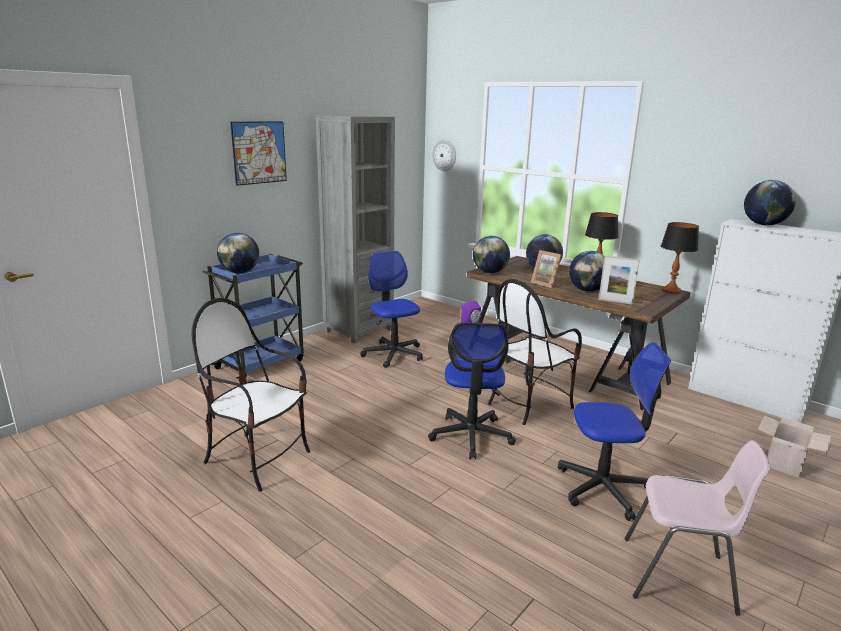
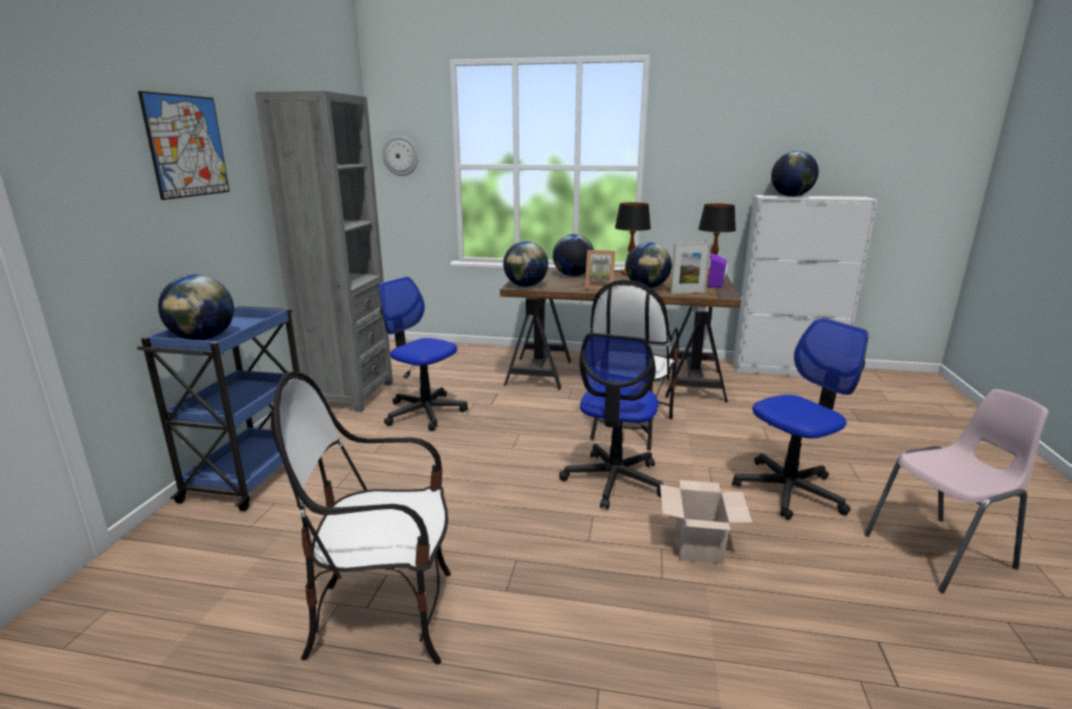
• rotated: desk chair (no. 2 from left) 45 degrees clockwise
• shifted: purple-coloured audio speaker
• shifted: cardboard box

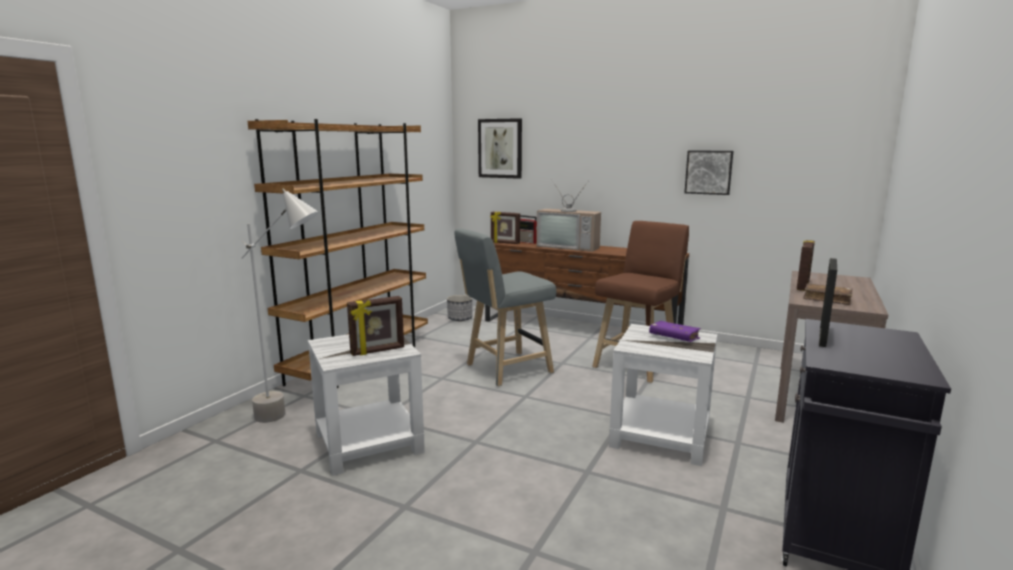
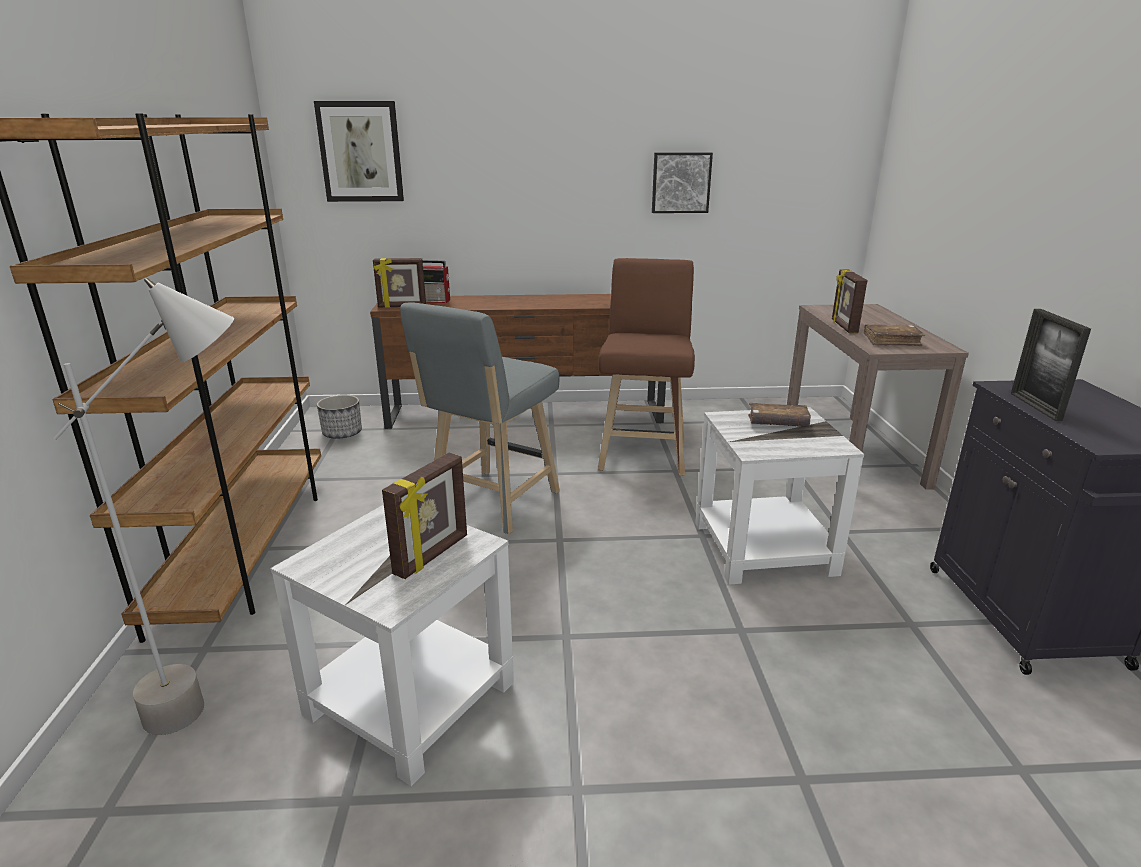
• gone: TV set
• repainted: purple-coloured bound book to brownish bound book (no. 1 from left)

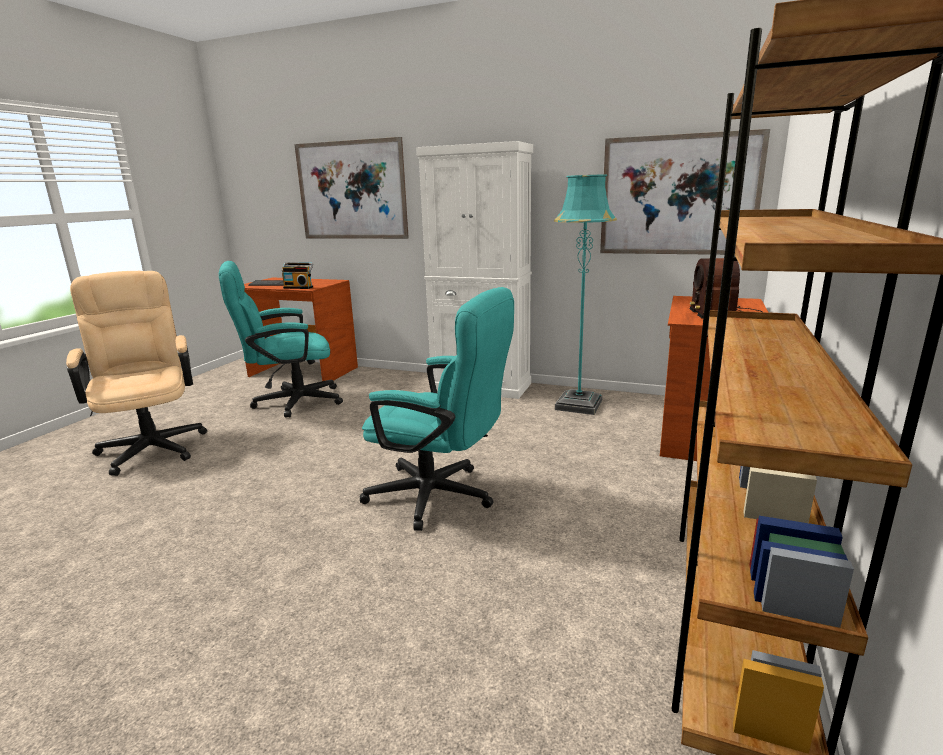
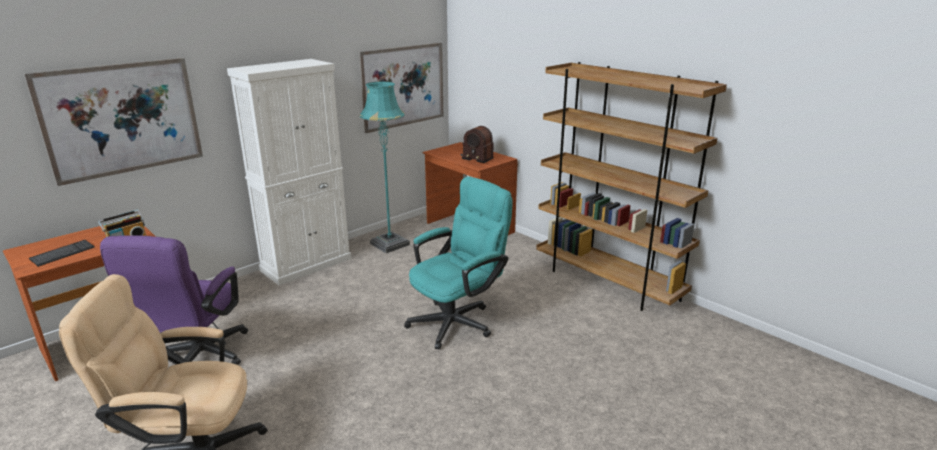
• repainted: turquoise-coloured desk chair (no. 1 from left) to purple-coloured desk chair

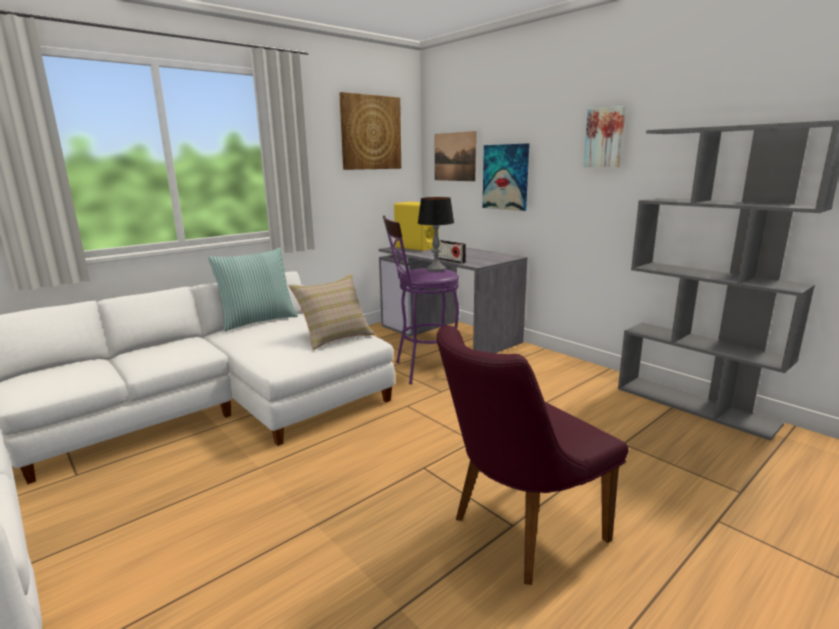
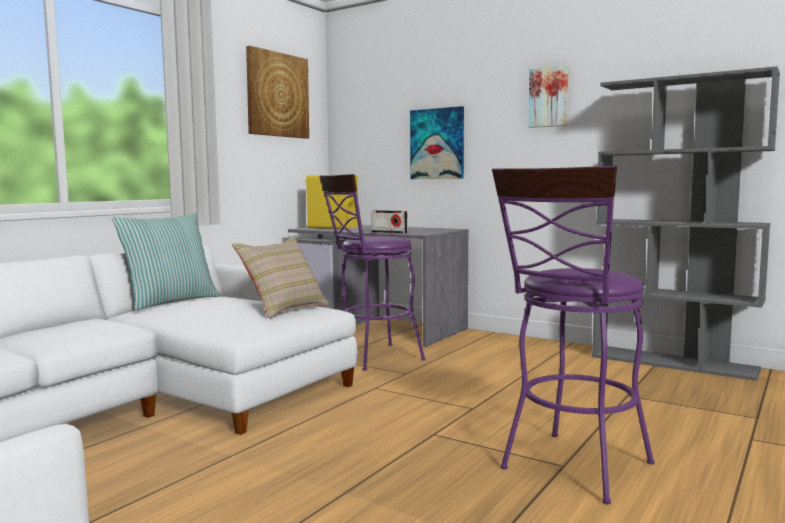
• gone: table lamp
• gone: picture (no. 2 from left)
• swapped: purple-coloured upright chair to purple-coloured stool seat (no. 2 from left)

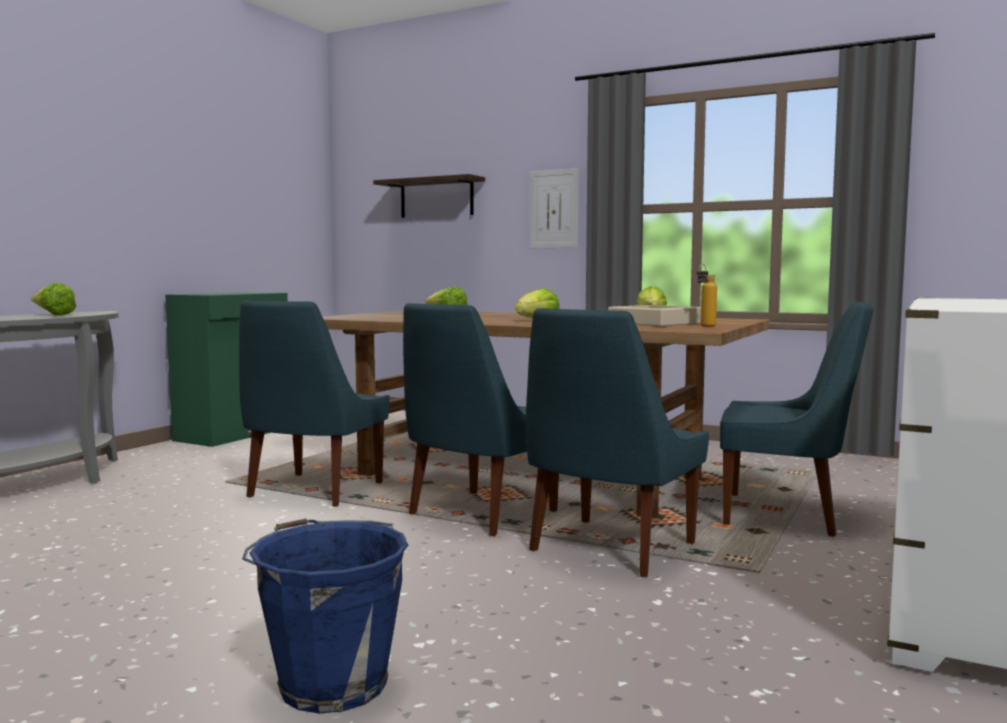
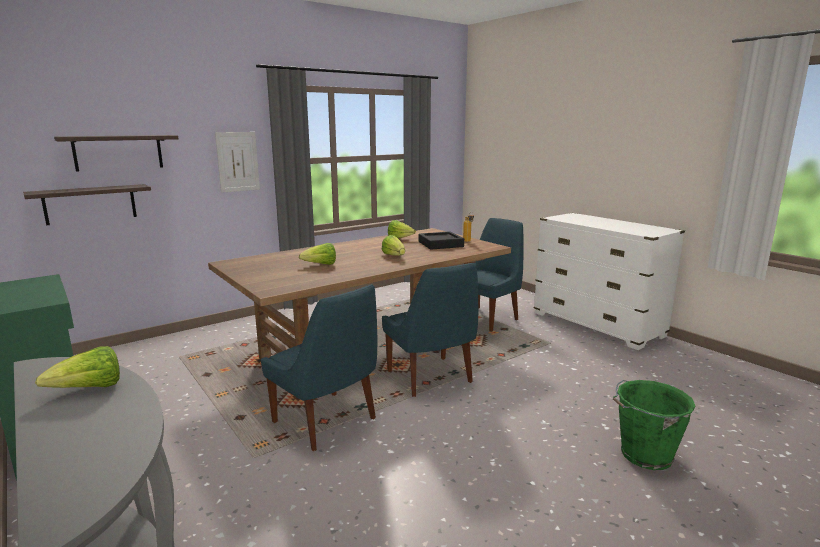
• repainted: bluish bucket to green bucket
• gone: bluish upright chair (no. 3 from left)
• repainted: beige-coloured serving tray to blackish serving tray
• new: shelf (no. 1 from left)

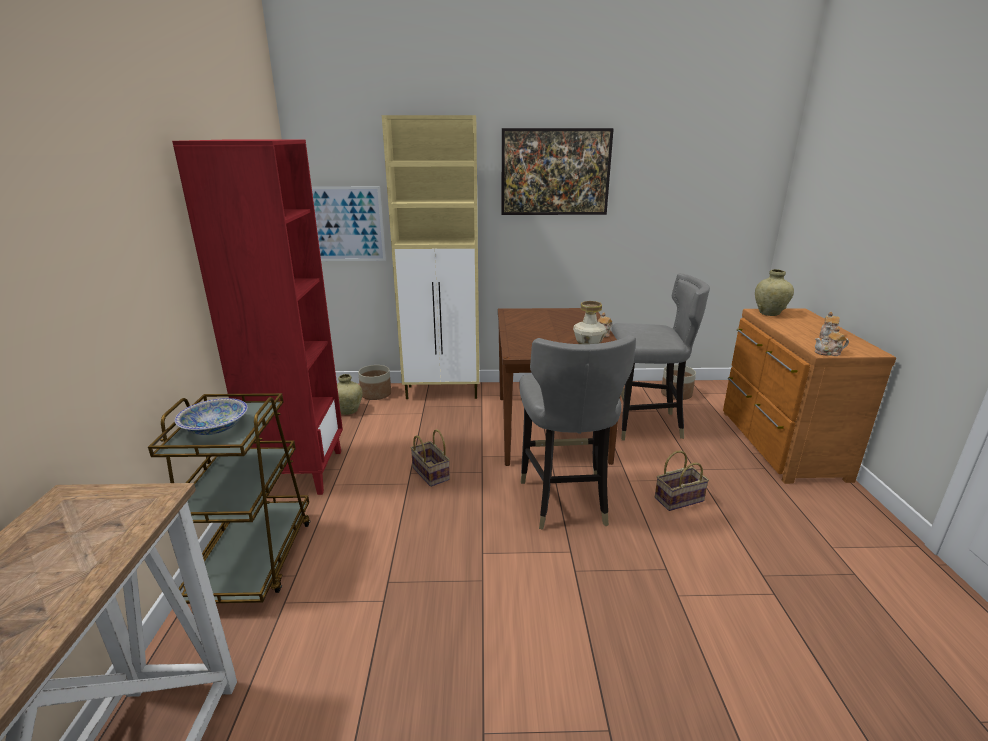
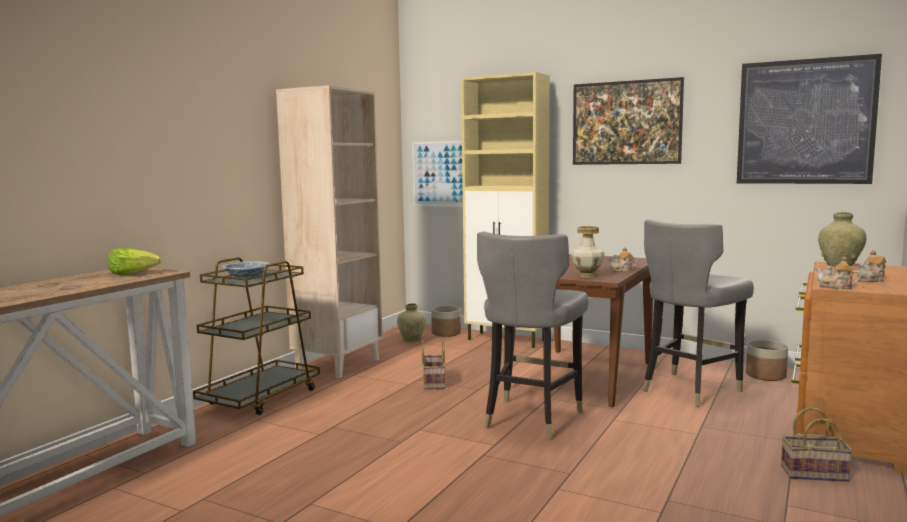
• repainted: red bookcase to beige-coloured bookcase
• rotated: gray upright chair (no. 2 from left) 105 degrees clockwise
• shifted: household basket (no. 2 from left)
• new: head of lettuce
• new: picture (no. 3 from left)

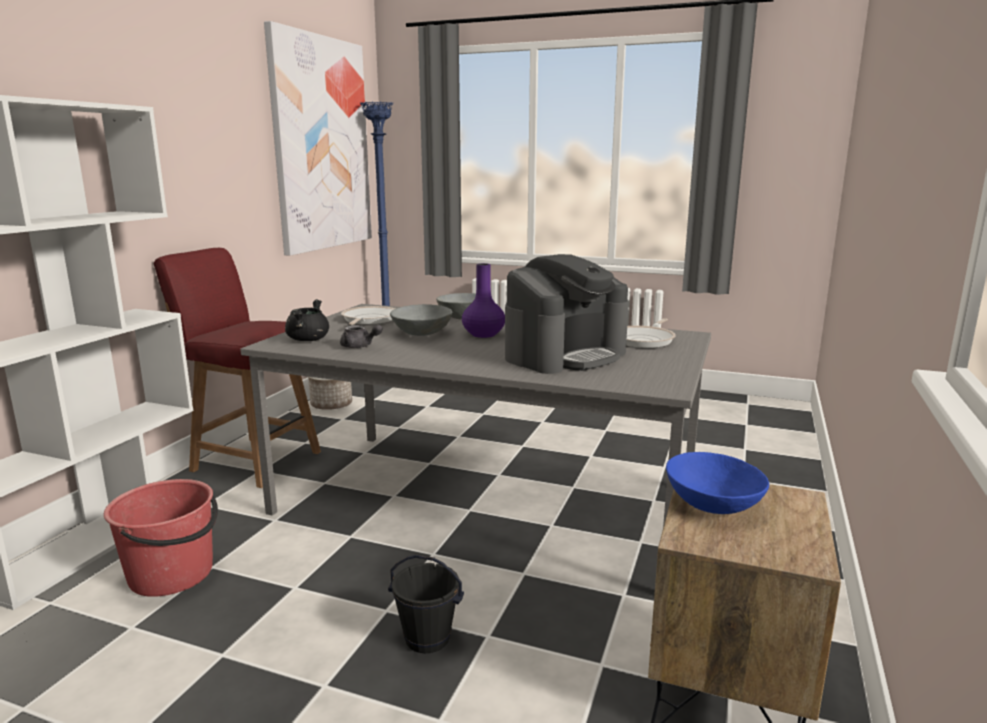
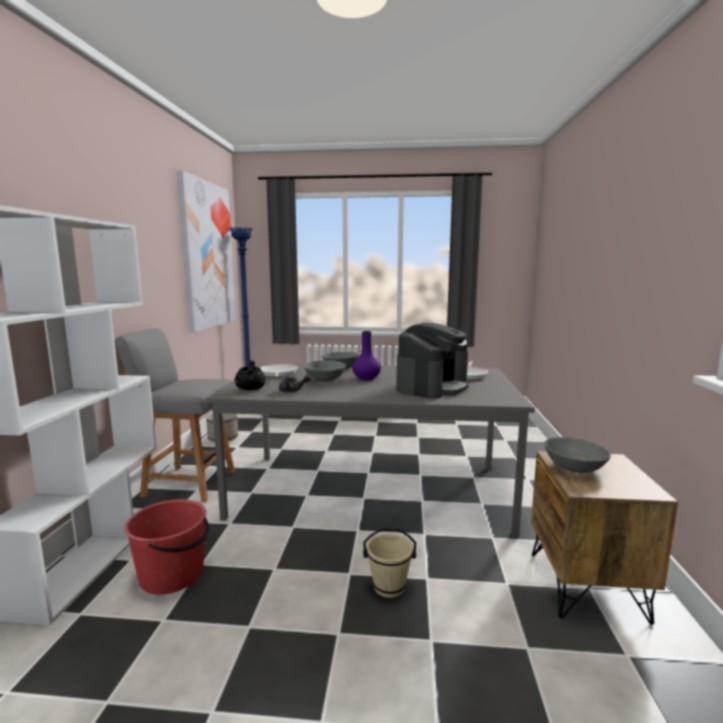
• repainted: red upright chair to gray upright chair
• repainted: blackish bucket to beige-coloured bucket
• repainted: bluish serving bowl to gray serving bowl (no. 3 from left)

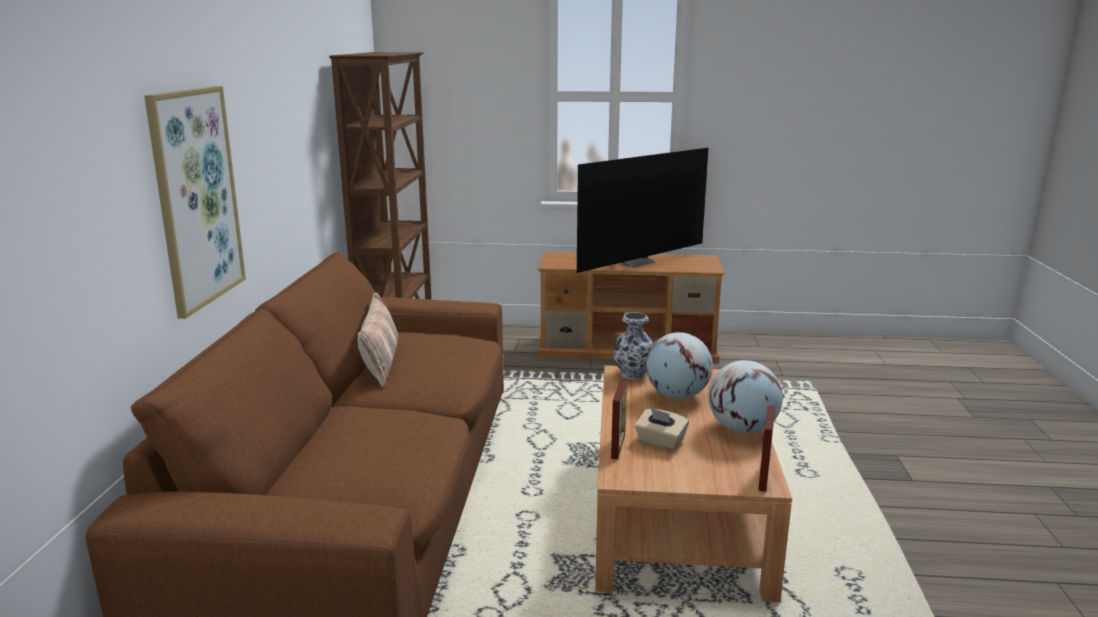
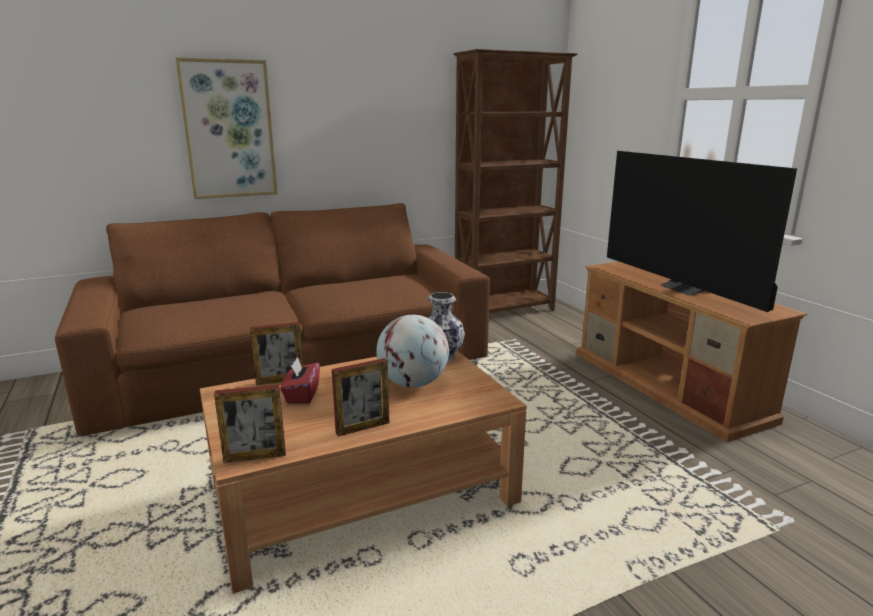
• gone: pillow
• rotated: TV set 45 degrees clockwise
• repainted: beige-coloured box of tissues to red box of tissues
• swapped: desk globe (no. 2 from left) to picture frame (no. 3 from left)

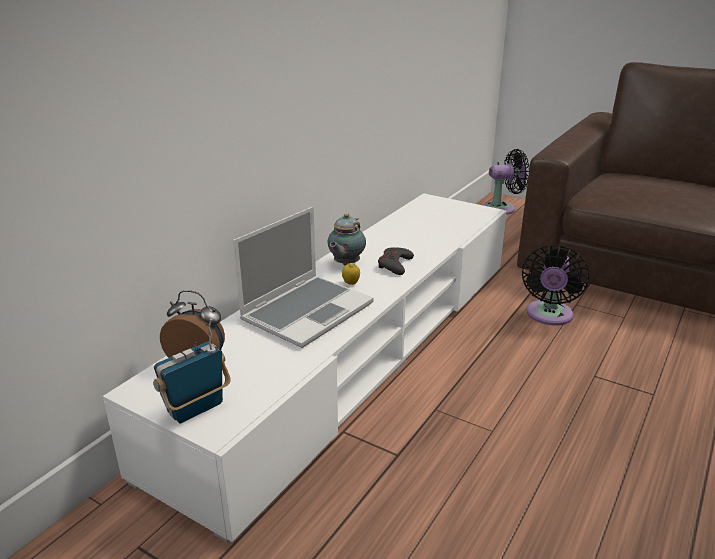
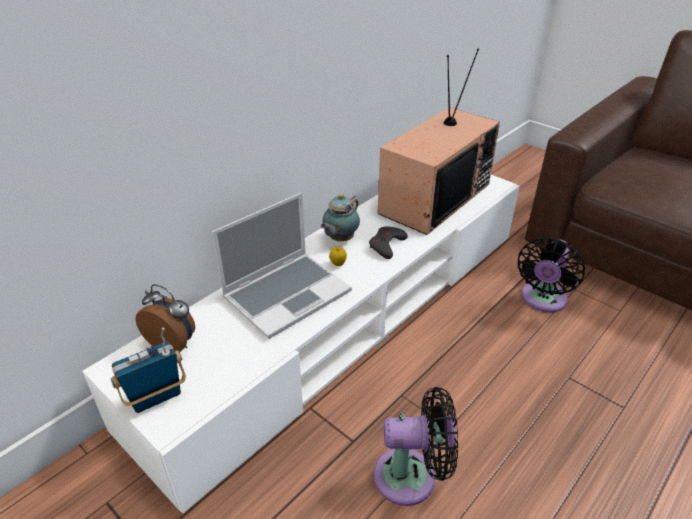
• shifted: blackish electric fan (no. 1 from left)
• new: TV set

